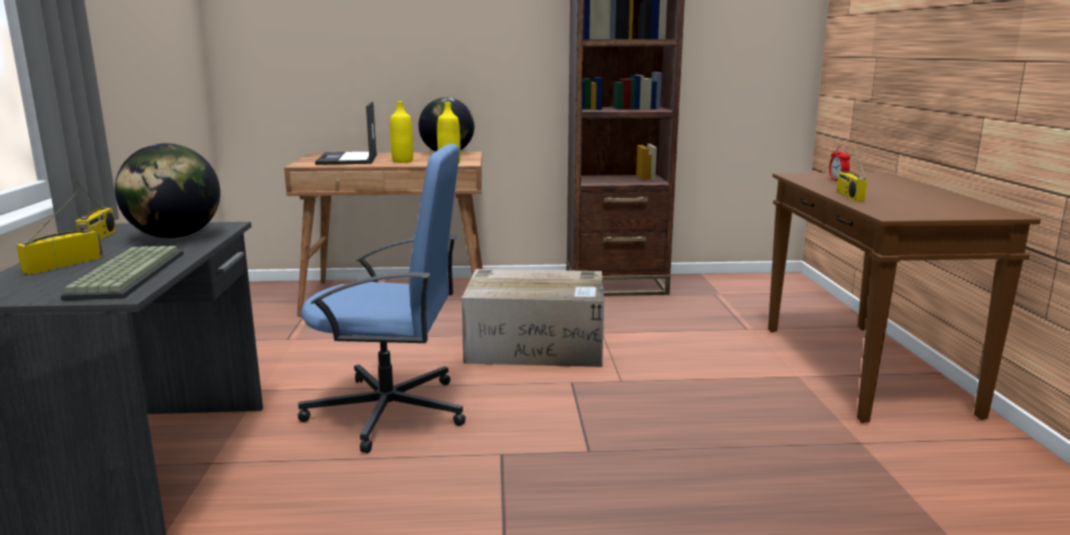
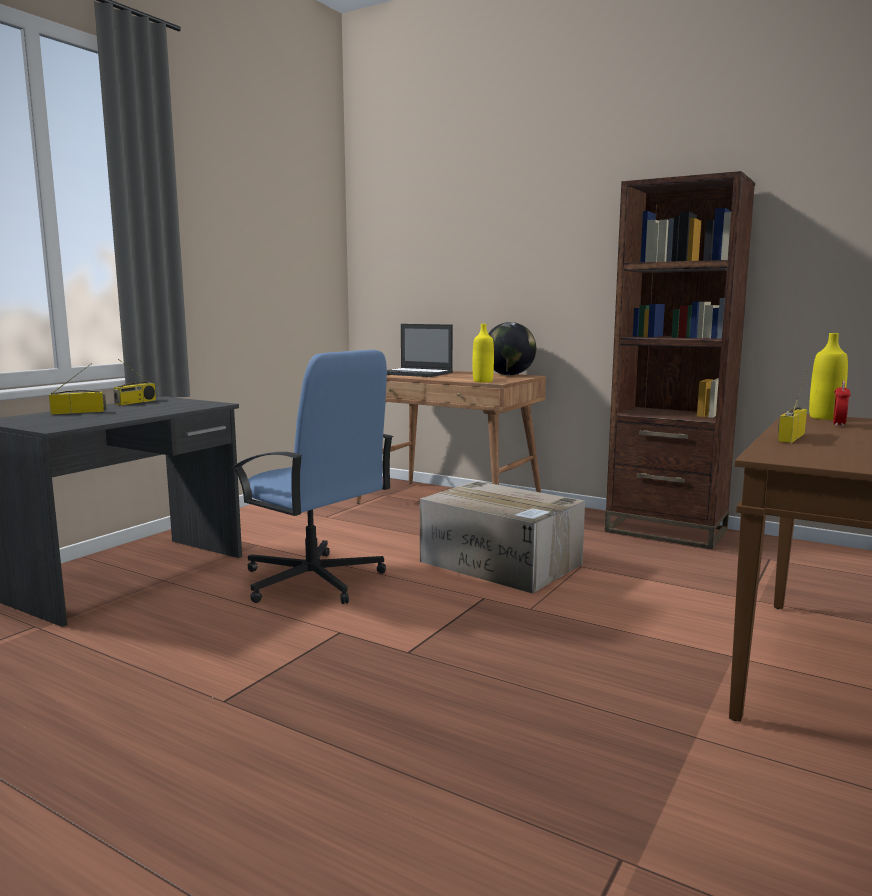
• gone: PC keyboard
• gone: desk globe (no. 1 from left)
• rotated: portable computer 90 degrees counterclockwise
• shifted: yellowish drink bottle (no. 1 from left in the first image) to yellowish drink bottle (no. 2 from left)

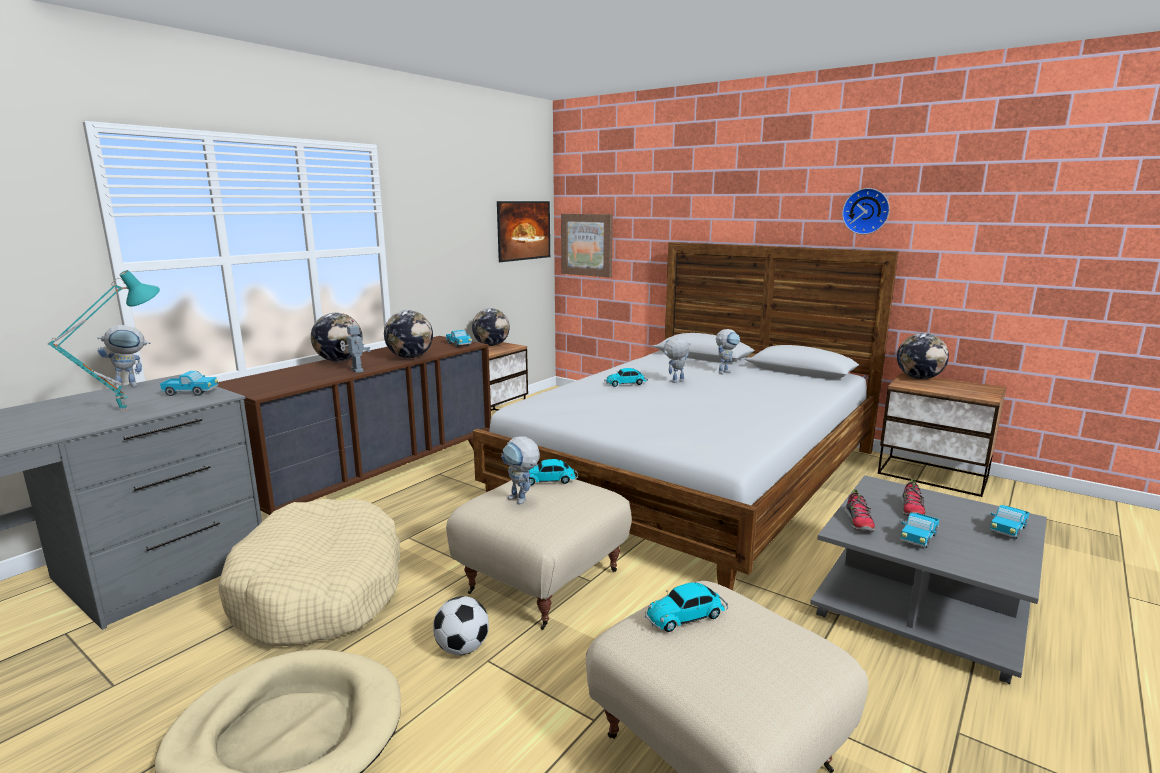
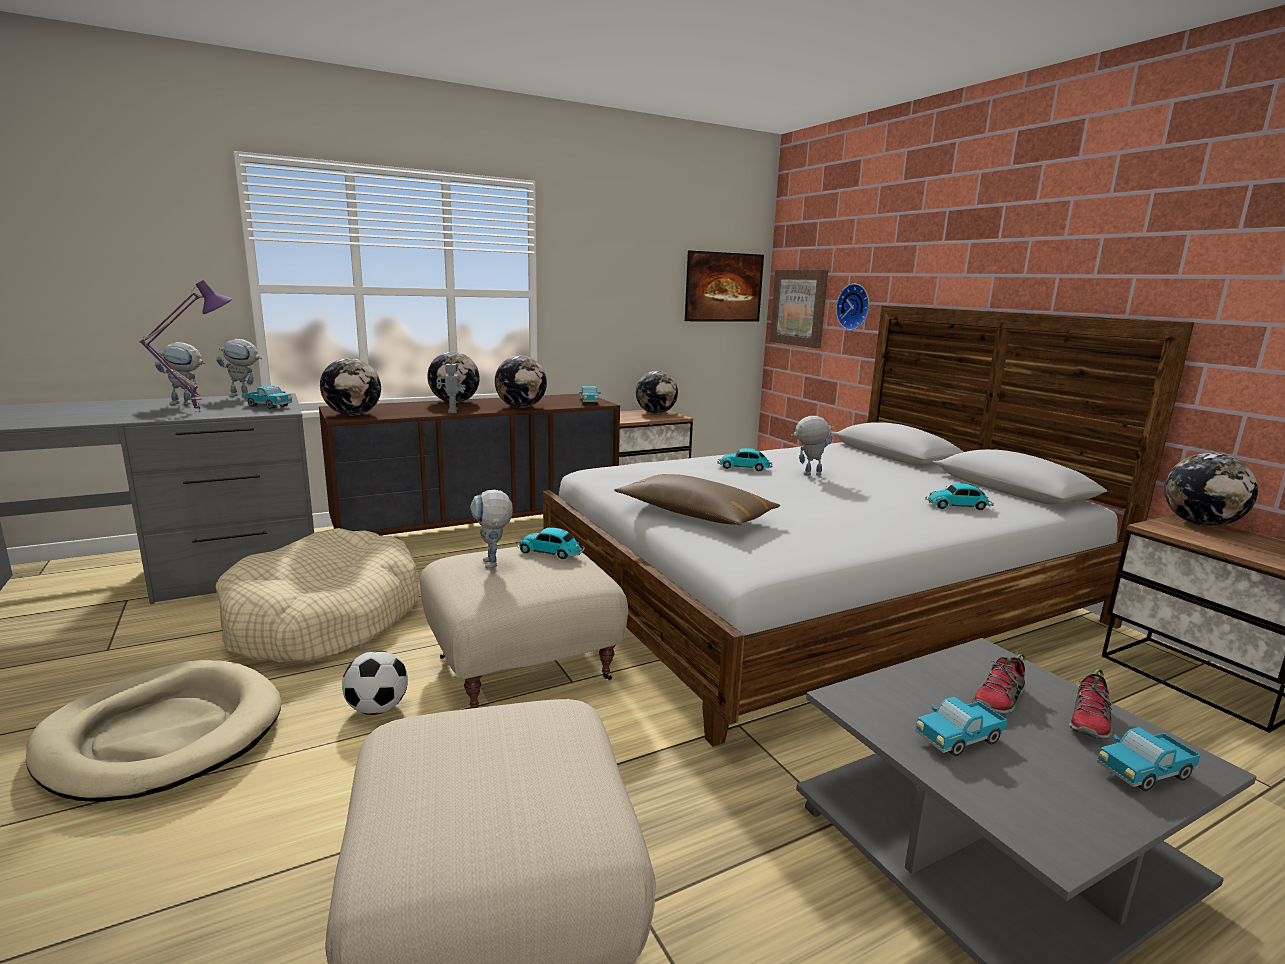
• repainted: turquoise-coloured table lamp to purple-coloured table lamp
• shifted: toy car (no. 3 from left)
• shifted: model robot (no. 5 from left in the first image) to model robot (no. 1 from left)
• shifted: hanging clock
• shifted: low shoe (no. 1 from left in the first image) to low shoe (no. 2 from left)
• new: desk globe (no. 1 from left)
• new: brownish pillow

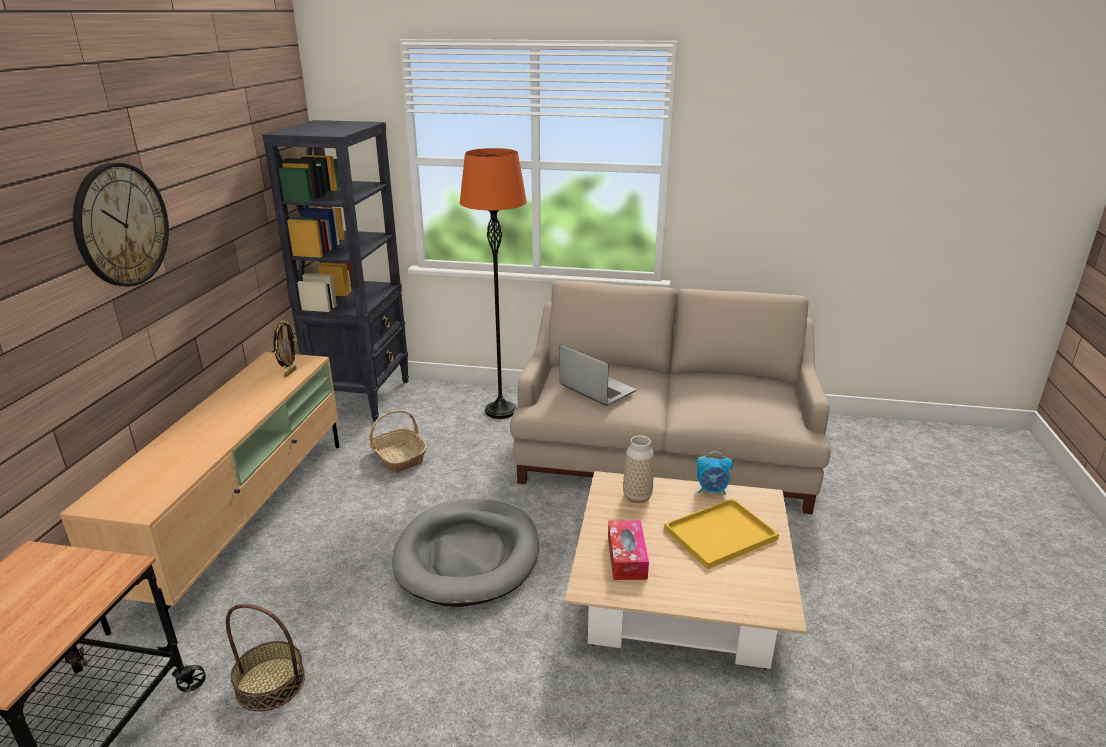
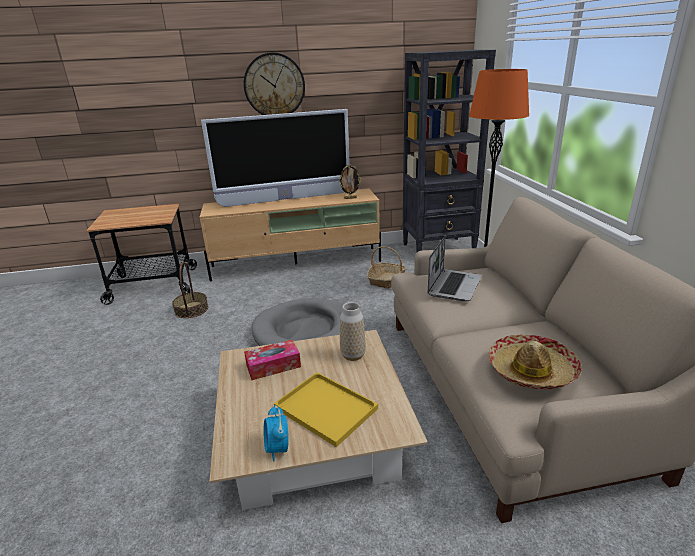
• shifted: alarm clock
• new: TV set
• new: clothing hat

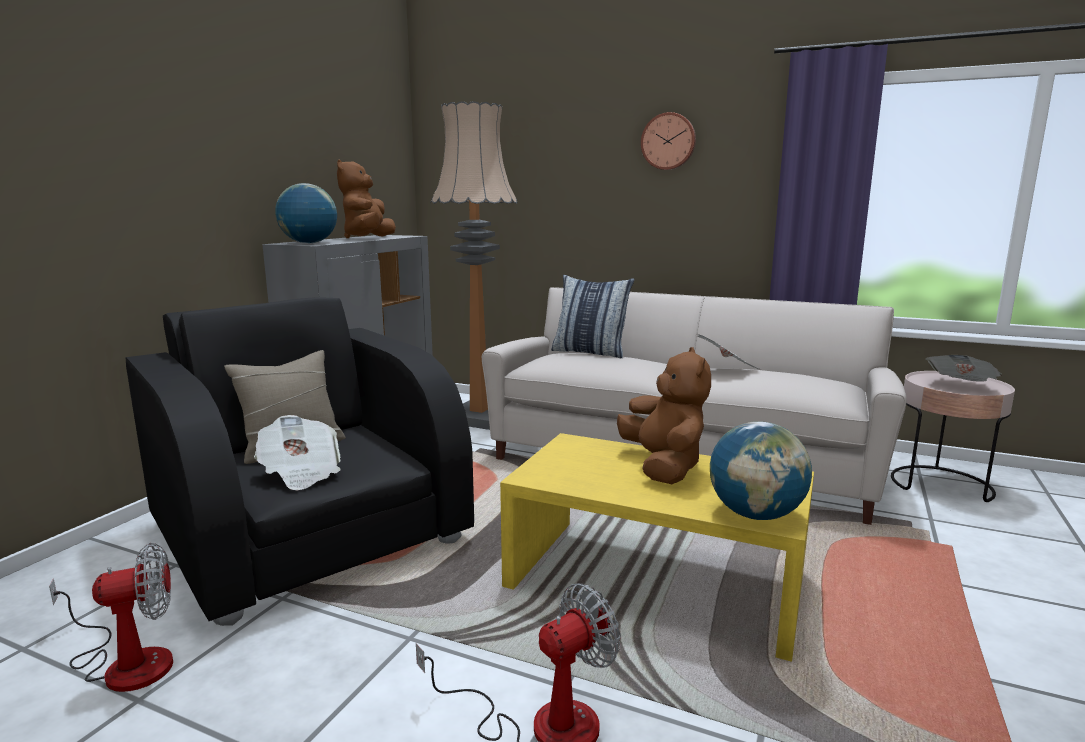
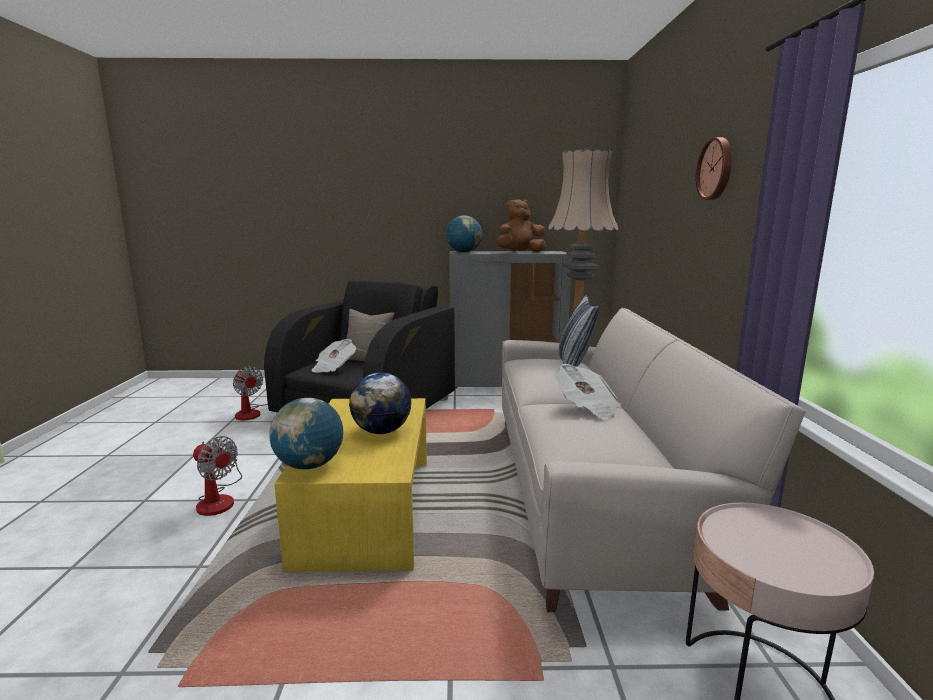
• swapped: brownish soft toy (no. 2 from left) to desk globe (no. 2 from left)
• gone: daily paper (no. 3 from left)

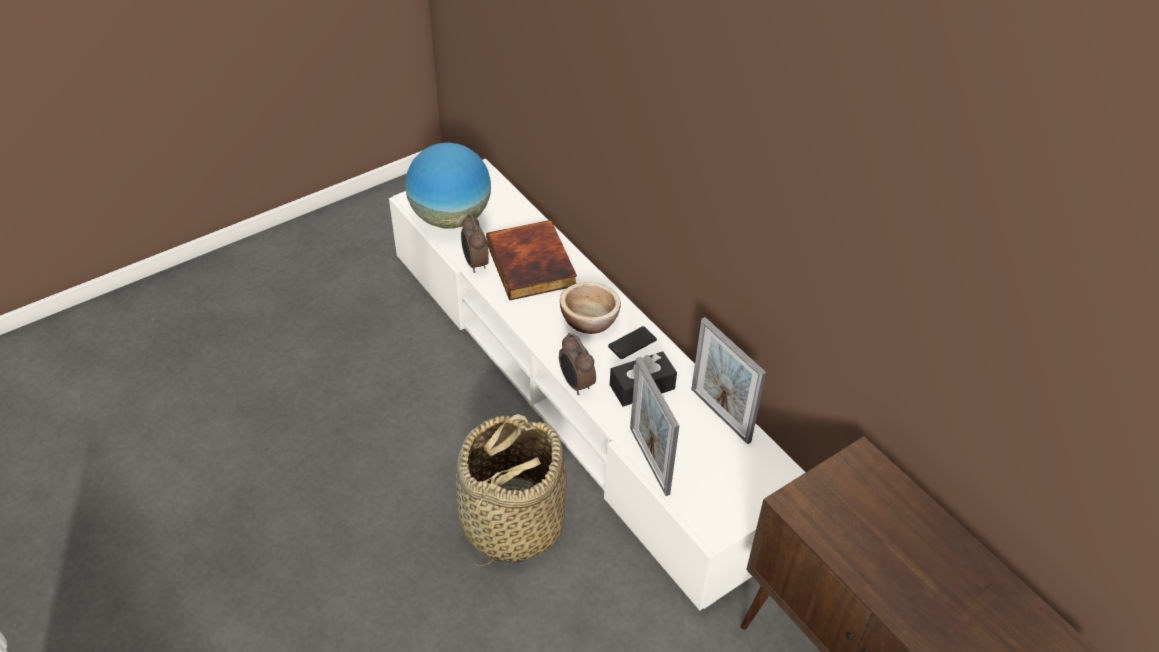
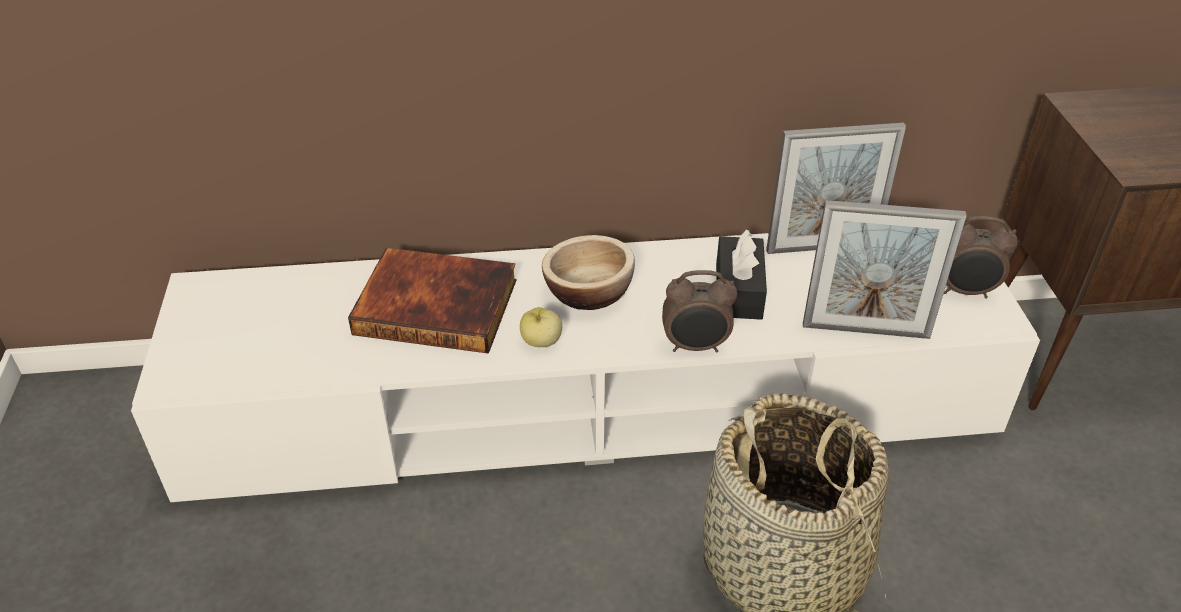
• gone: desk globe
• shifted: alarm clock (no. 1 from left in the first image) to alarm clock (no. 2 from left)
• gone: telephone
• new: apple fruit

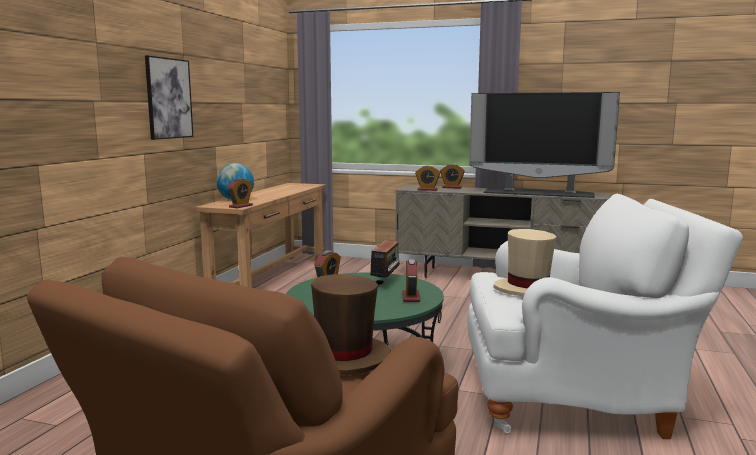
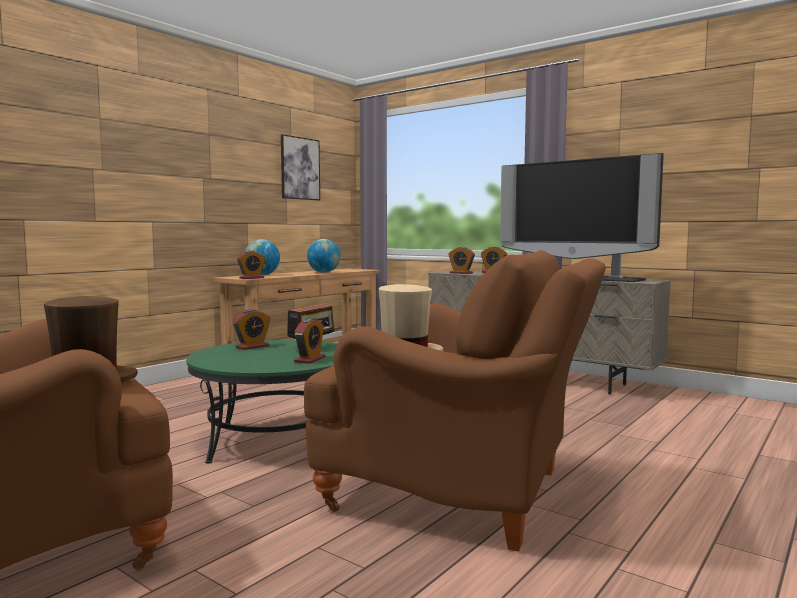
• shifted: picture
• repainted: white lounge chair to brownish lounge chair (no. 2 from left)
• new: desk globe (no. 2 from left)

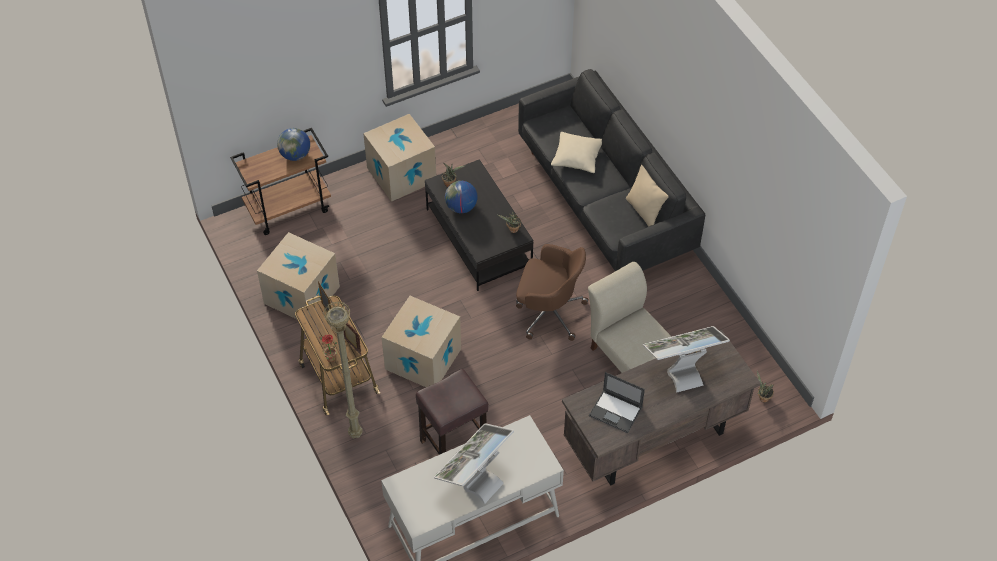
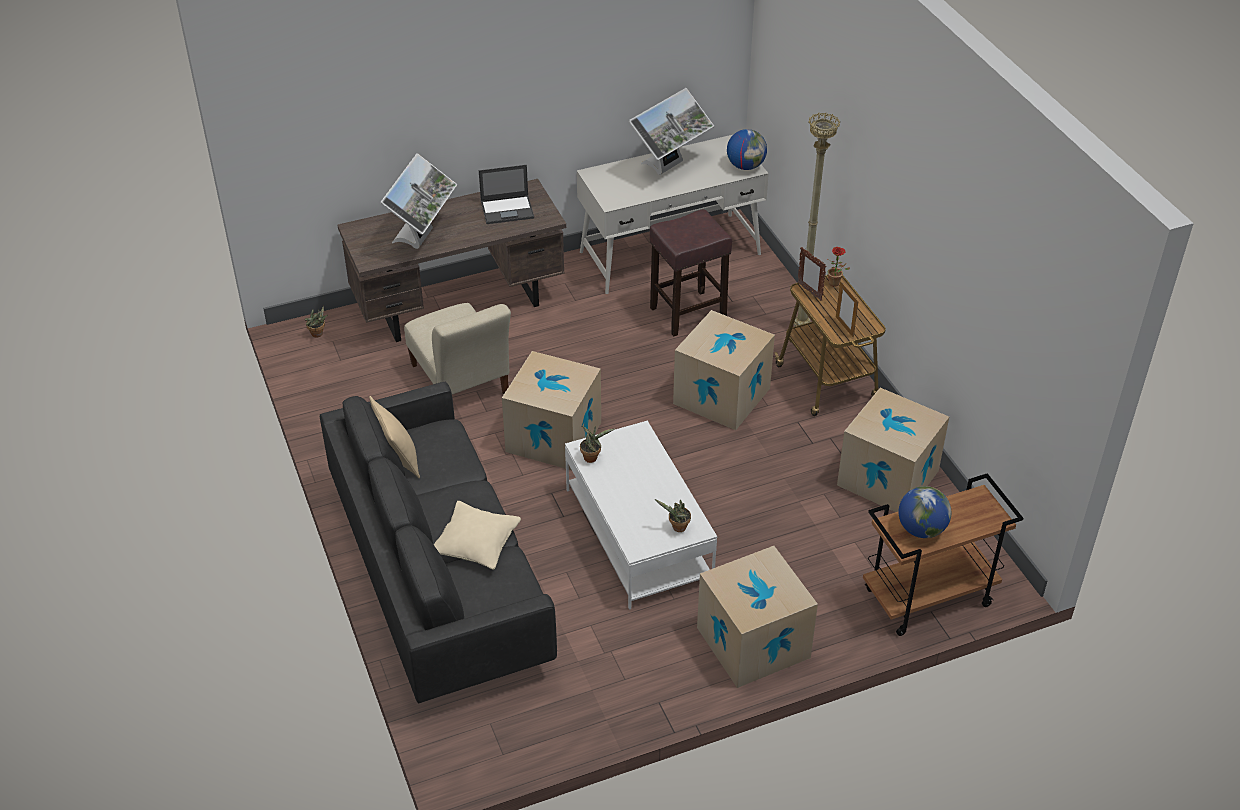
• repainted: blackish low table to white low table
• shifted: desk globe (no. 2 from left in the first image) to desk globe (no. 1 from left)
• swapped: brownish desk chair to cardboard box (no. 1 from left)
• rotated: portable computer 135 degrees clockwise
• rotated: computer screen (no. 2 from left in the first image) 60 degrees counterclockwise

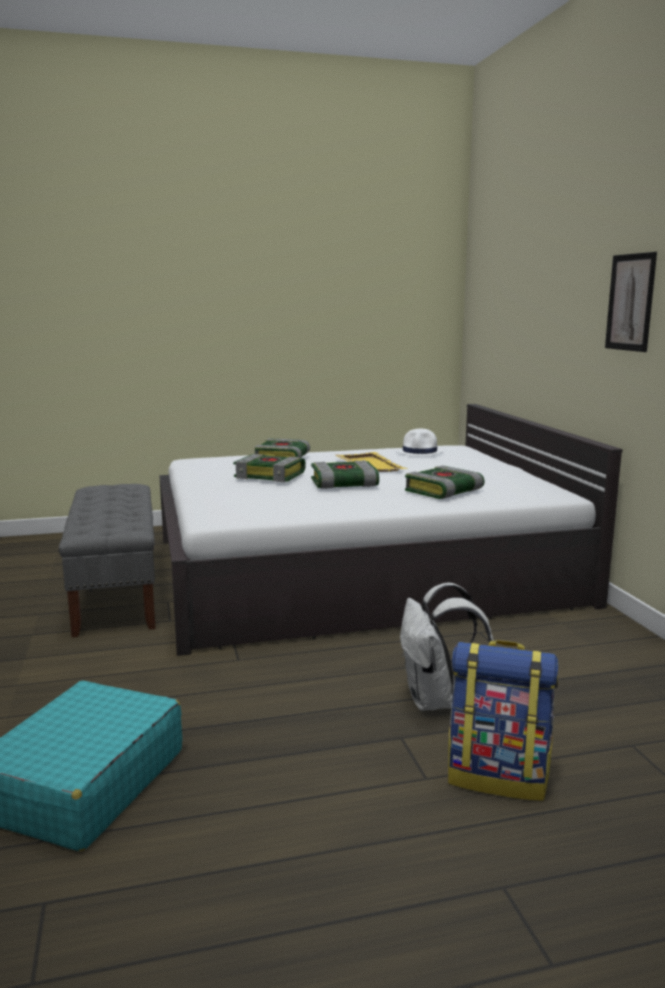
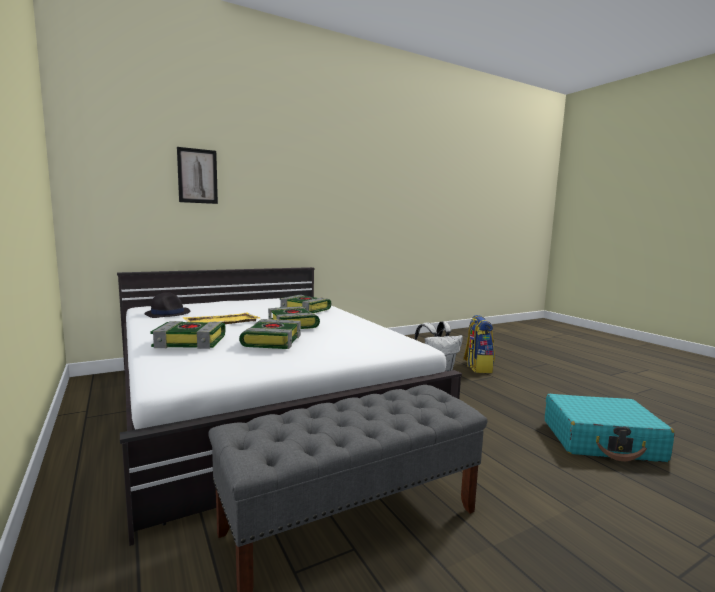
• repainted: white clothing hat to blackish clothing hat
• shifted: picture

